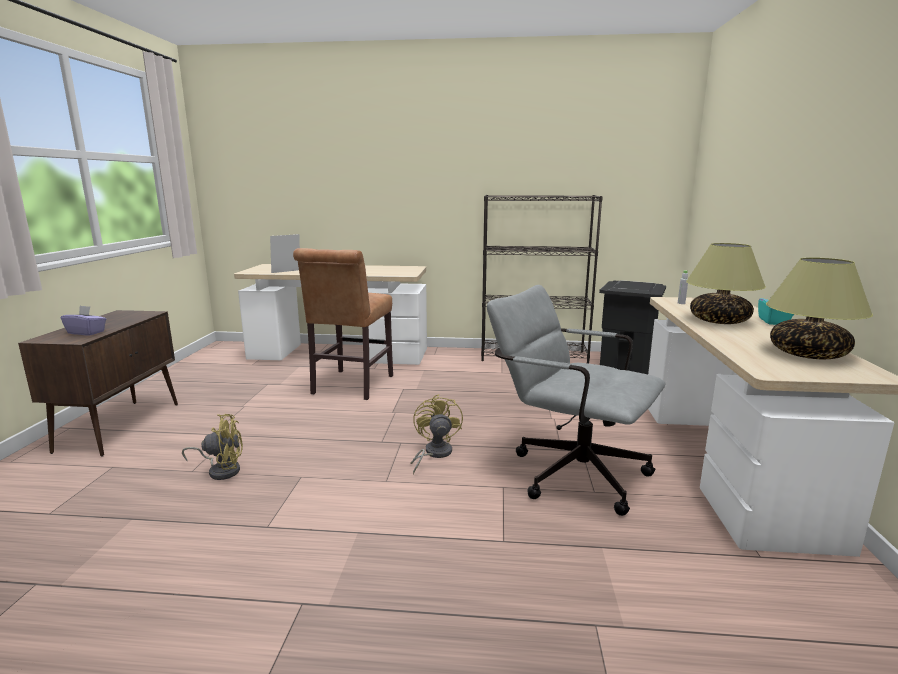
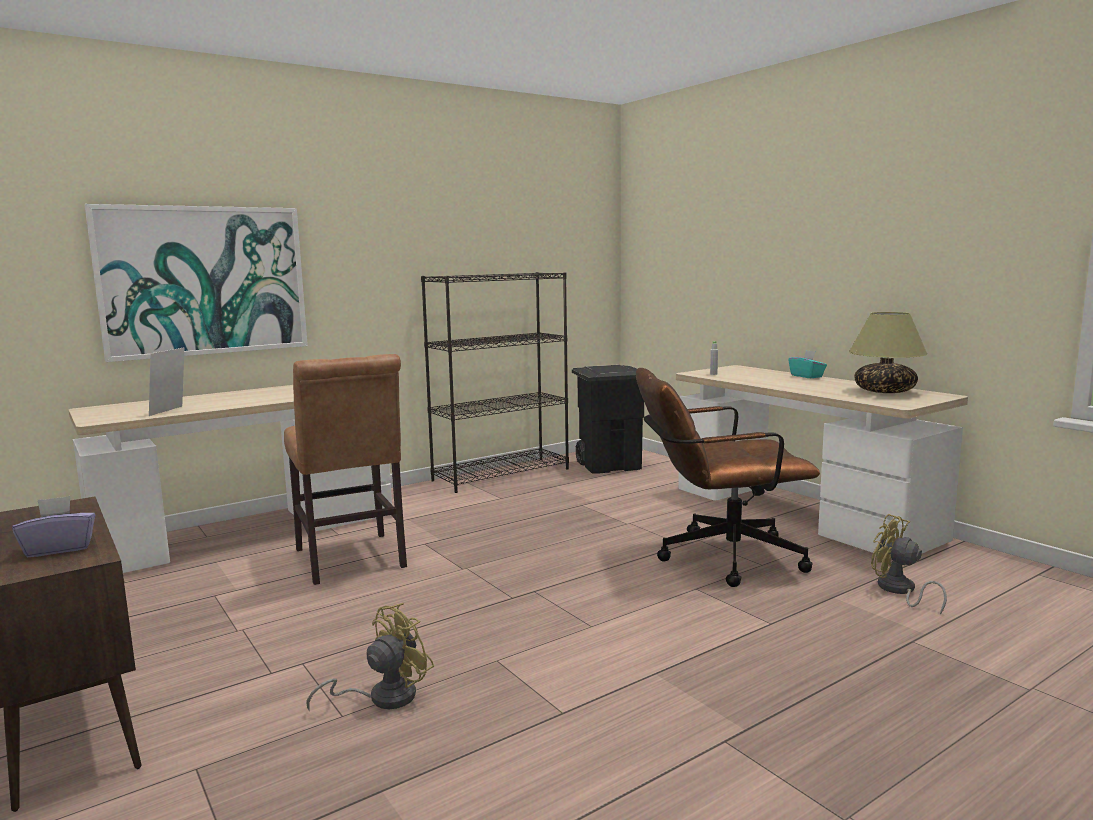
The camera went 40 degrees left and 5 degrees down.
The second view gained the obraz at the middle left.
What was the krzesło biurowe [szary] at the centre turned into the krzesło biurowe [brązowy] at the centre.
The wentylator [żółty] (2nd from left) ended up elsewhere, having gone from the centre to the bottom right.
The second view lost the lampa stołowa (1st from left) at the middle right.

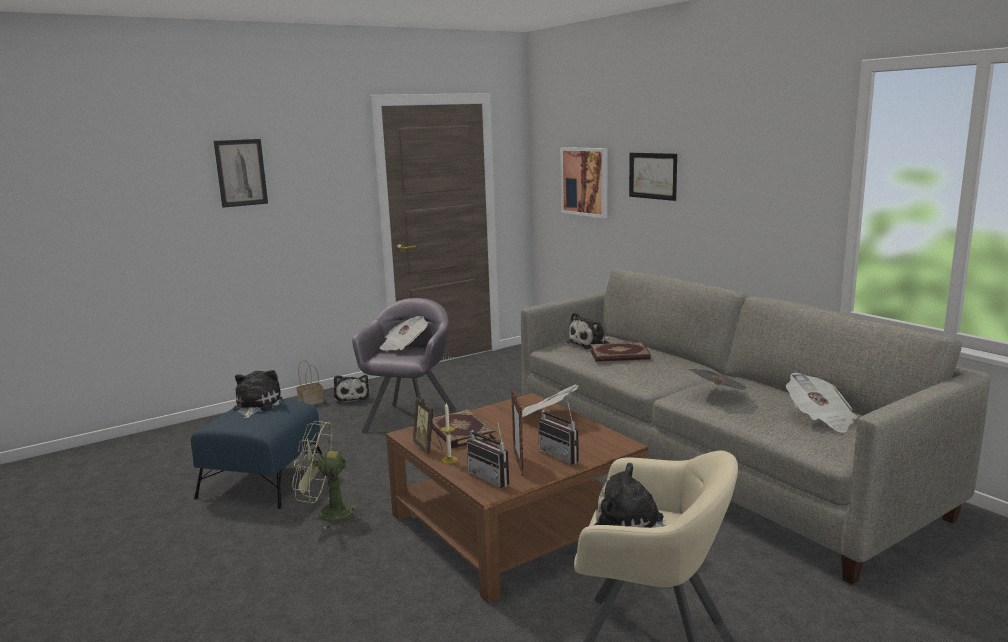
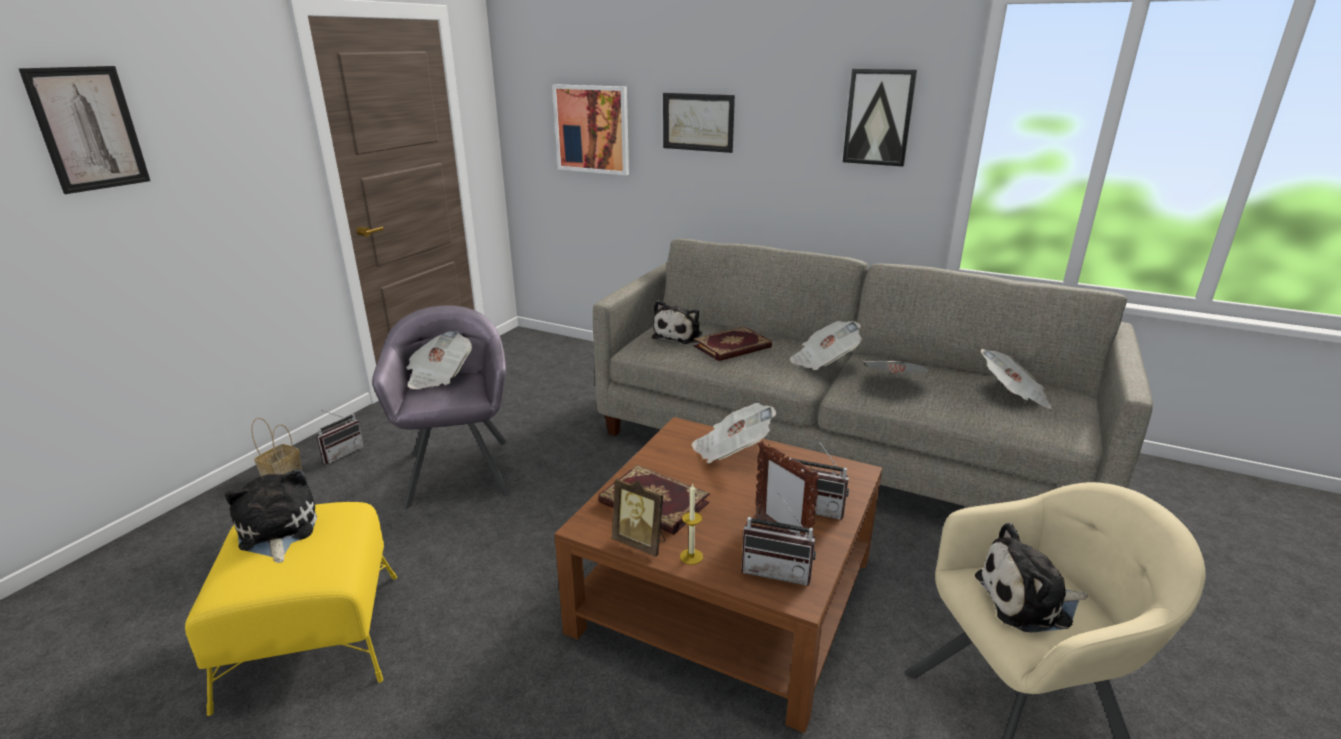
The camera went 30 degrees left and 10 degrees up.
What was the pufa [niebieski] at the bottom left turned into the pufa [żółty] at the bottom left.
Where the pluszak (2nd from left) stood at the centre, the radio (1st from left) came to stand at the middle left.
The second view gained the gazeta (3rd from left) at the centre.
The second view gained the obraz (4th from left) at the top centre.
The second view lost the wentylator [zielony] at the bottom left.

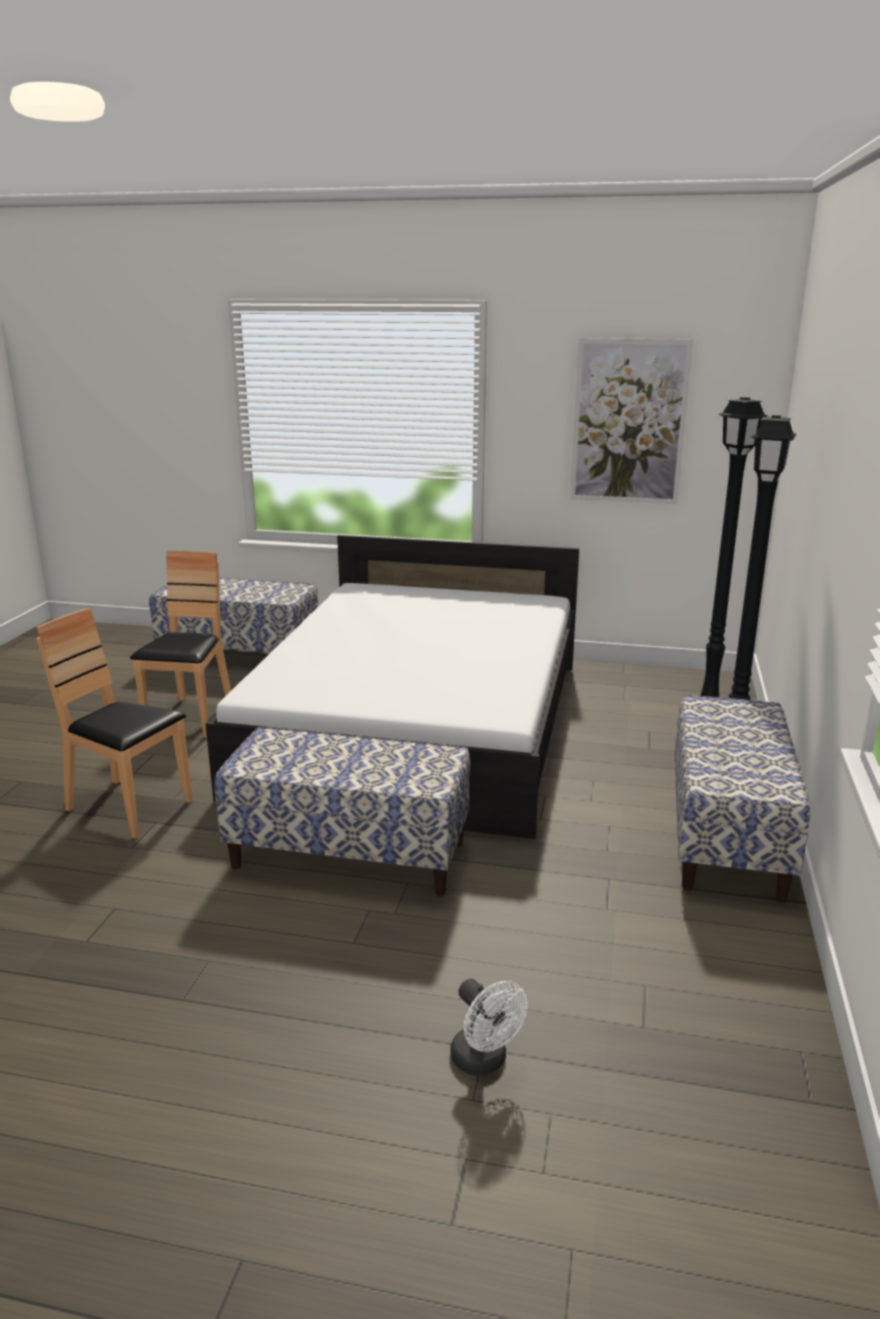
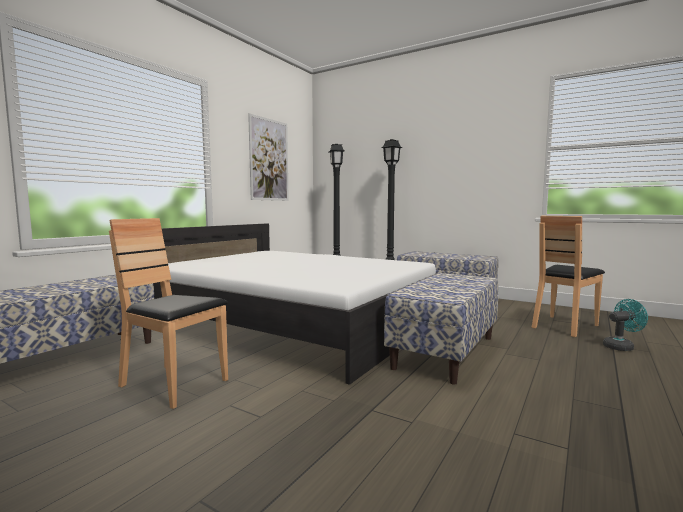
The camera went 70 degrees left and 15 degrees down.
The krzesło [brązowy] (1st from left in the first image) ended up elsewhere, having gone from the middle left to the middle right.
What was the wentylator [biały] at the bottom centre turned into the wentylator [turkusowy] at the middle right.

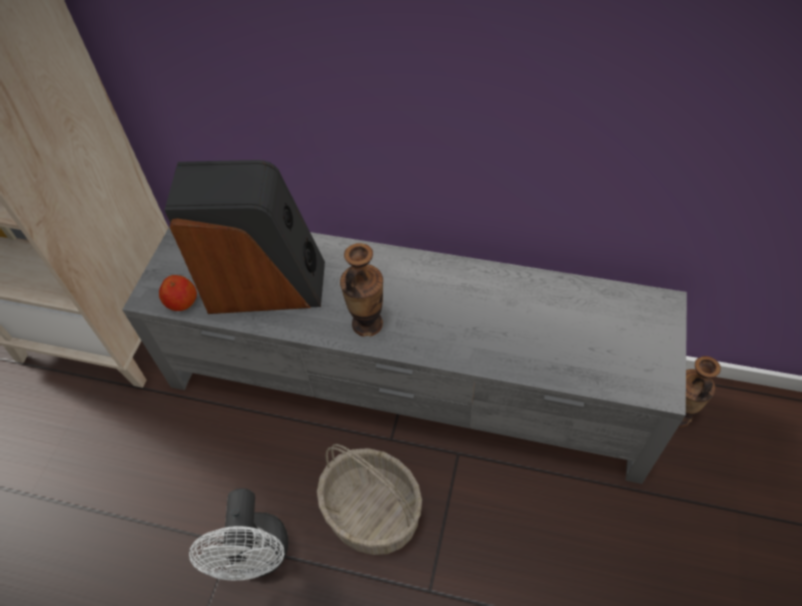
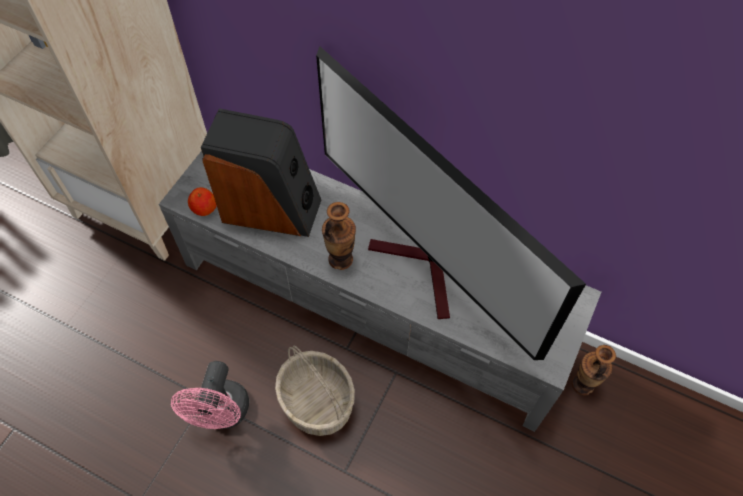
The camera went 10 degrees right and 5 degrees up.
What was the wentylator [biały] at the bottom left turned into the wentylator [różowy] at the bottom left.
The second view gained the telewizor at the centre.

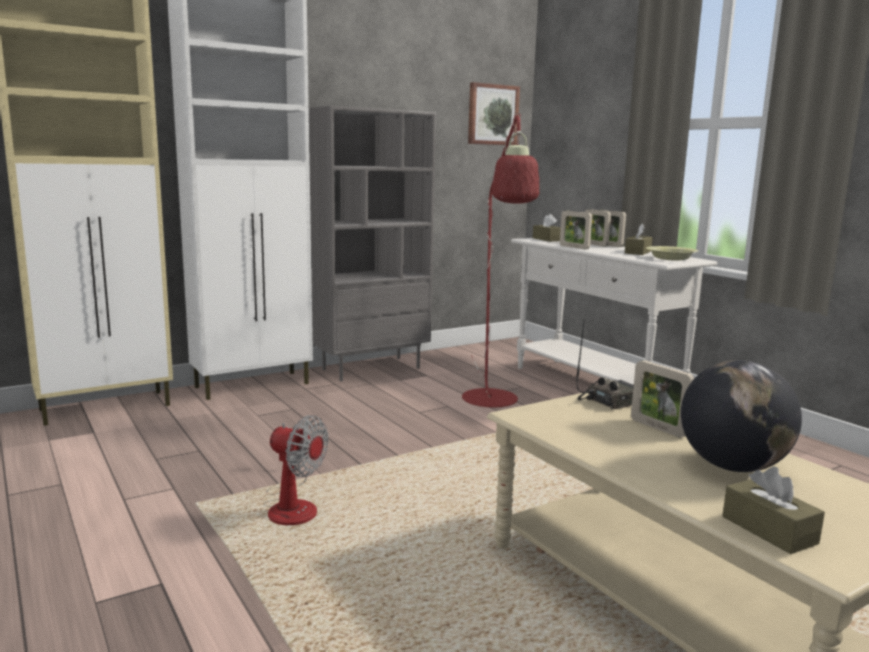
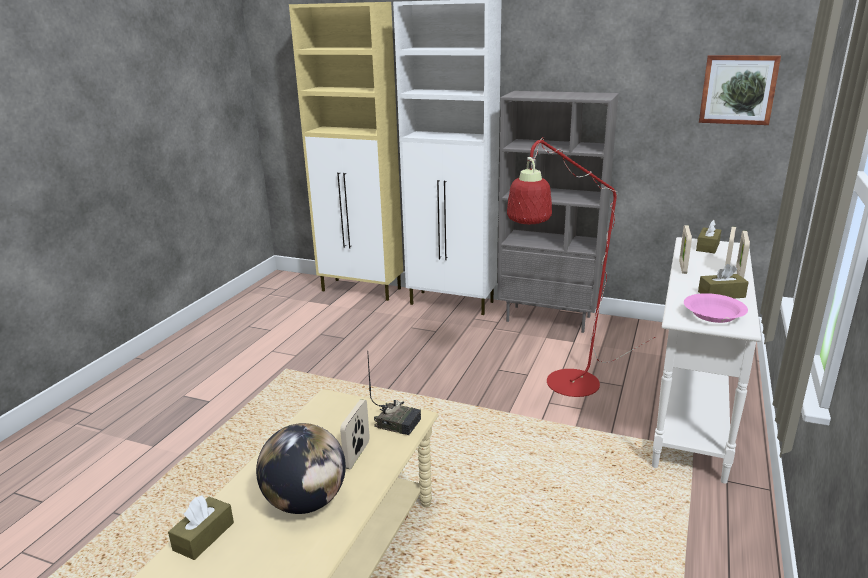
The camera went 55 degrees right and 10 degrees up.
What was the miska [żółty] at the middle right turned into the miska [różowy] at the middle right.
The second view lost the wentylator at the bottom centre.

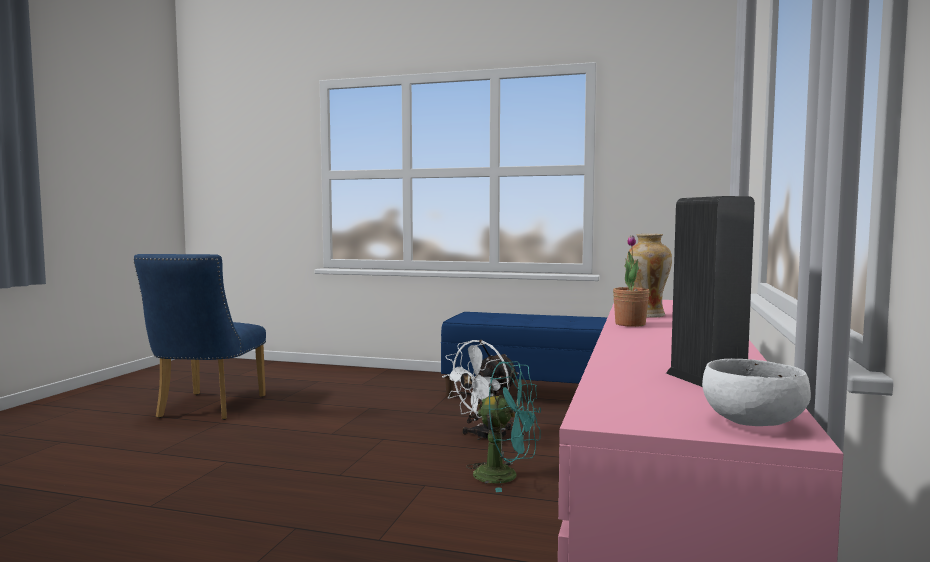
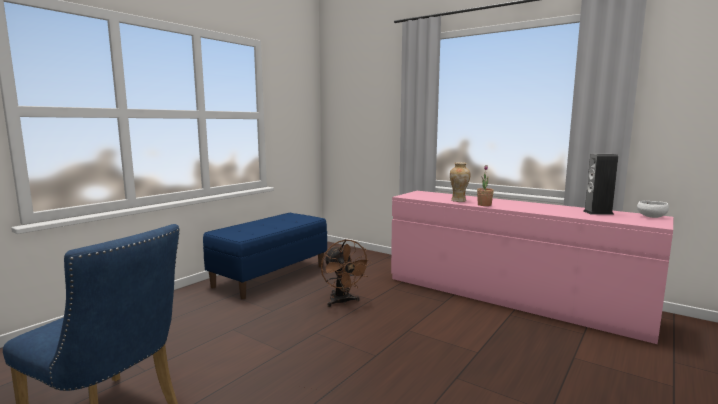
The camera went 70 degrees left and 5 degrees up.
What was the wentylator [biały] at the bottom centre turned into the wentylator [brązowy] at the bottom centre.
The second view lost the wentylator [turkusowy] at the bottom centre.

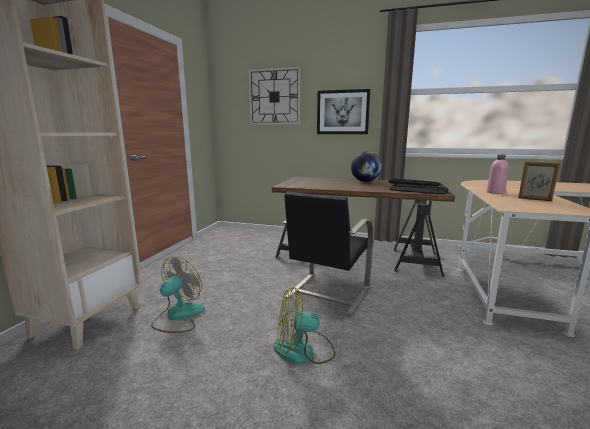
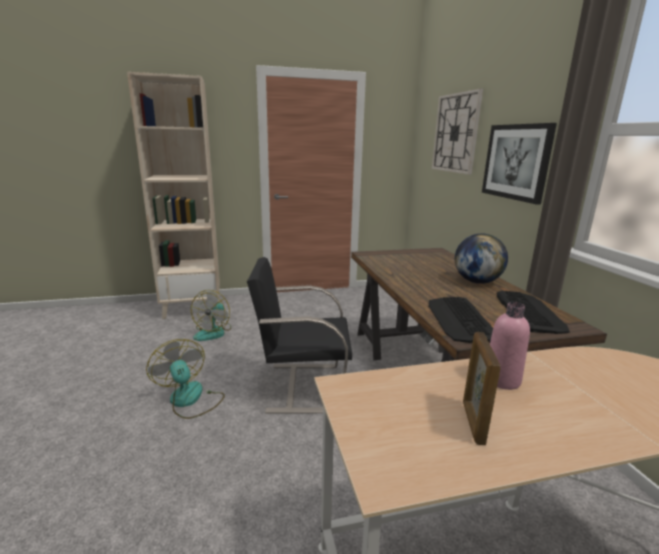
The camera went 60 degrees right and 5 degrees up.
The wentylator (1st from left in the first image) at the bottom left ended up facing another way, 105 degrees clockwise from before.

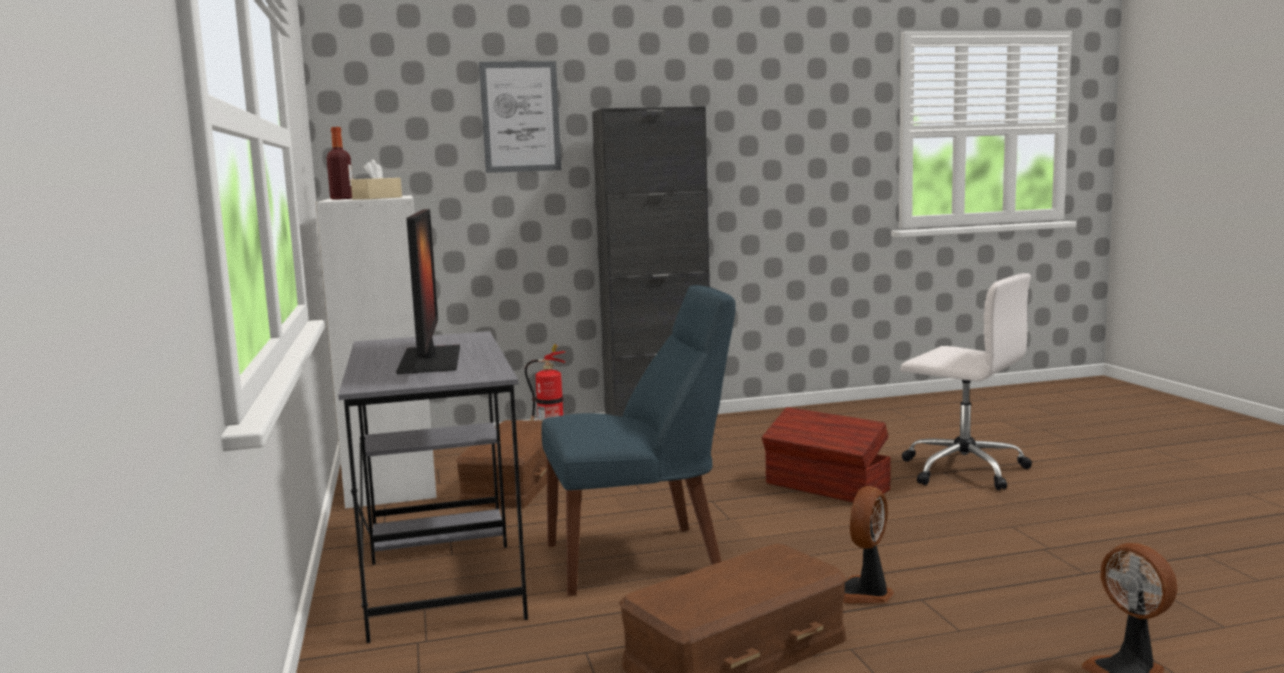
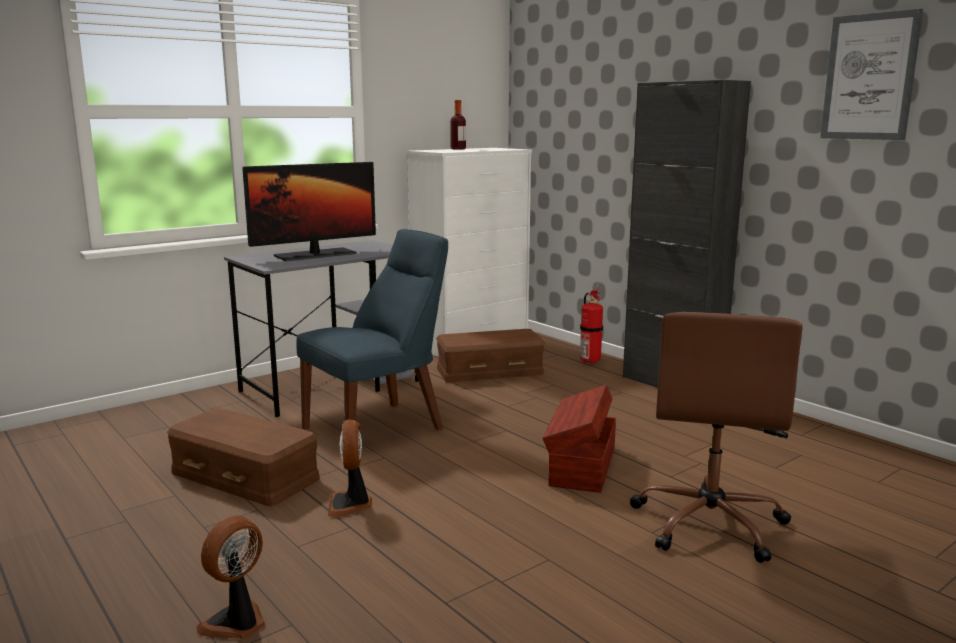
The camera went 65 degrees right and 5 degrees up.
The krzesło [niebieski] at the centre ended up facing another way, 90 degrees counterclockwise from before.
The wentylator (1st from left in the first image) at the bottom right ended up facing another way, 105 degrees counterclockwise from before.
What was the krzesło biurowe [biały] at the middle right turned into the krzesło biurowe [brązowy] at the bottom right.
The obraz ended up elsewhere, having gone from the top centre to the top right.
The second view lost the pudełko chusteczek [beżowy] at the top left.

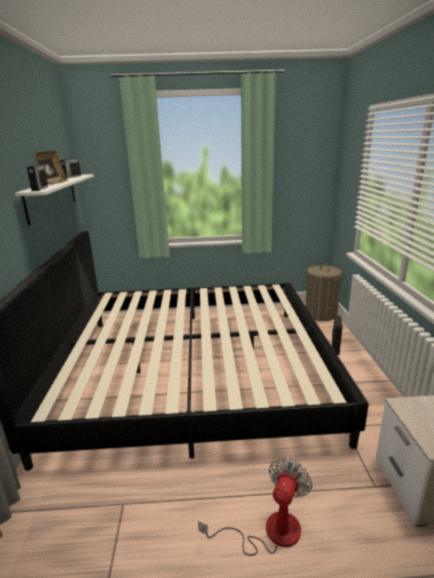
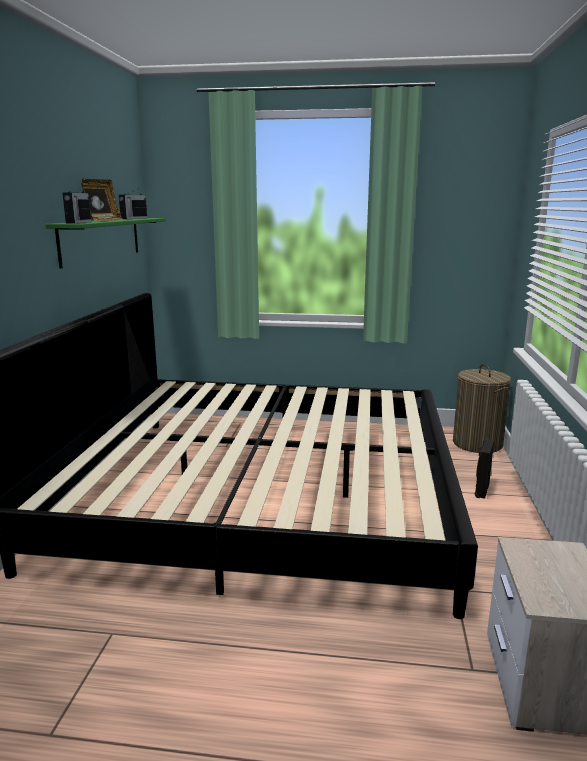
The camera went 10 degrees right and 5 degrees down.
What was the półka [biały] at the middle left turned into the półka [zielony] at the top left.
The second view lost the wentylator at the bottom centre.

